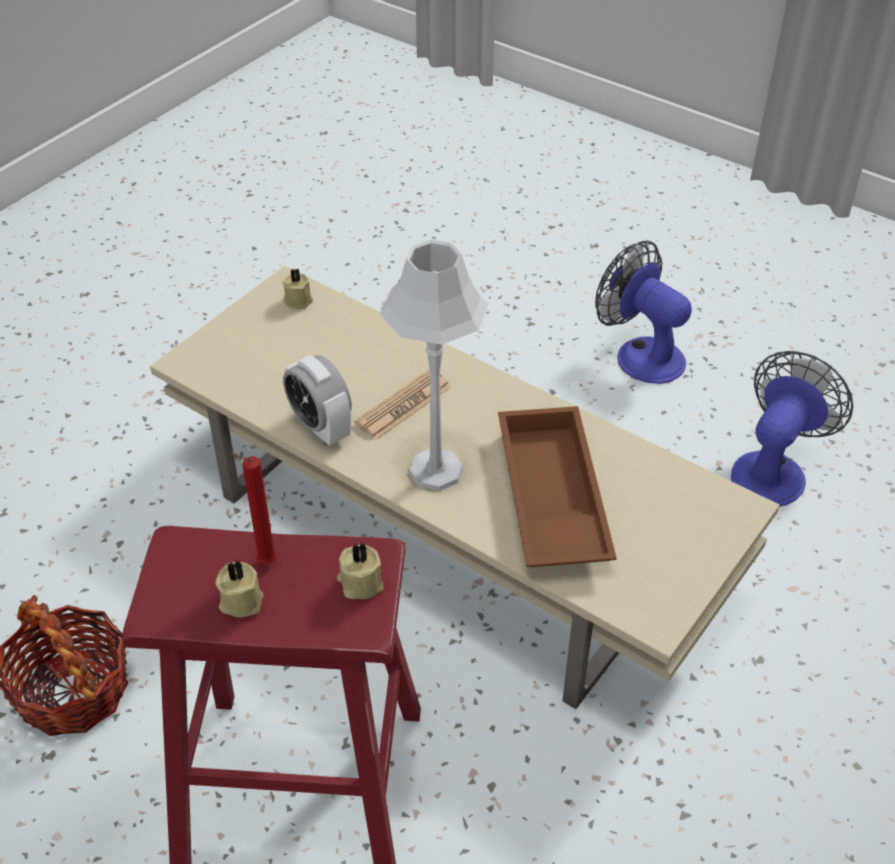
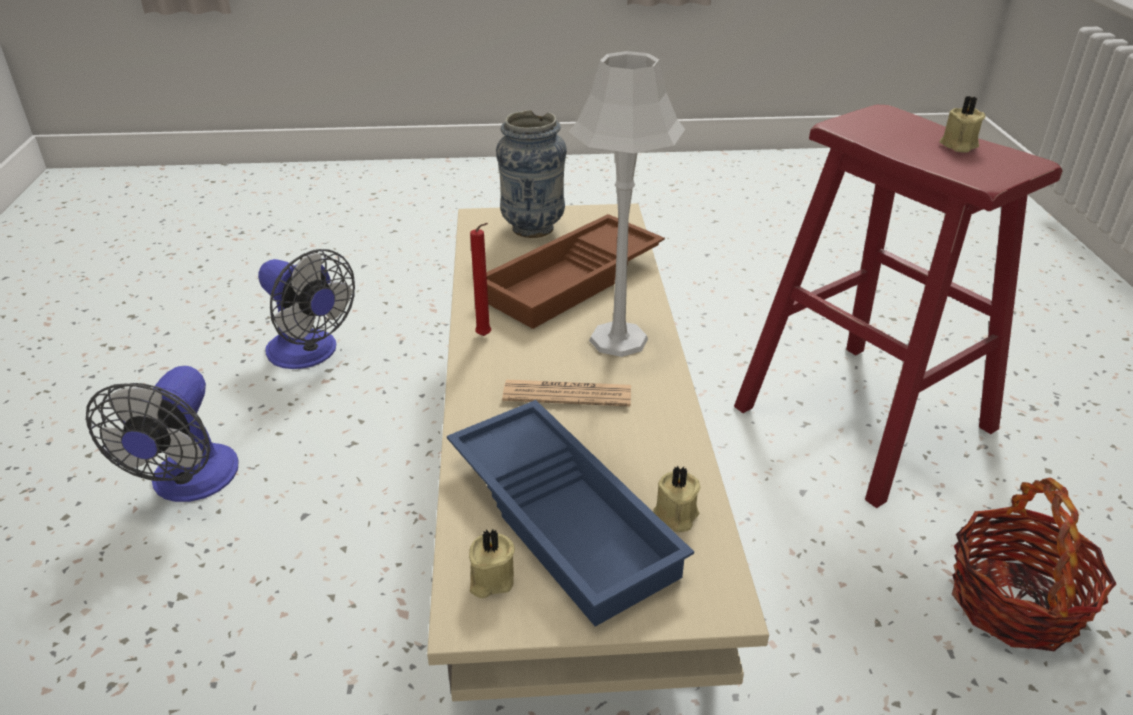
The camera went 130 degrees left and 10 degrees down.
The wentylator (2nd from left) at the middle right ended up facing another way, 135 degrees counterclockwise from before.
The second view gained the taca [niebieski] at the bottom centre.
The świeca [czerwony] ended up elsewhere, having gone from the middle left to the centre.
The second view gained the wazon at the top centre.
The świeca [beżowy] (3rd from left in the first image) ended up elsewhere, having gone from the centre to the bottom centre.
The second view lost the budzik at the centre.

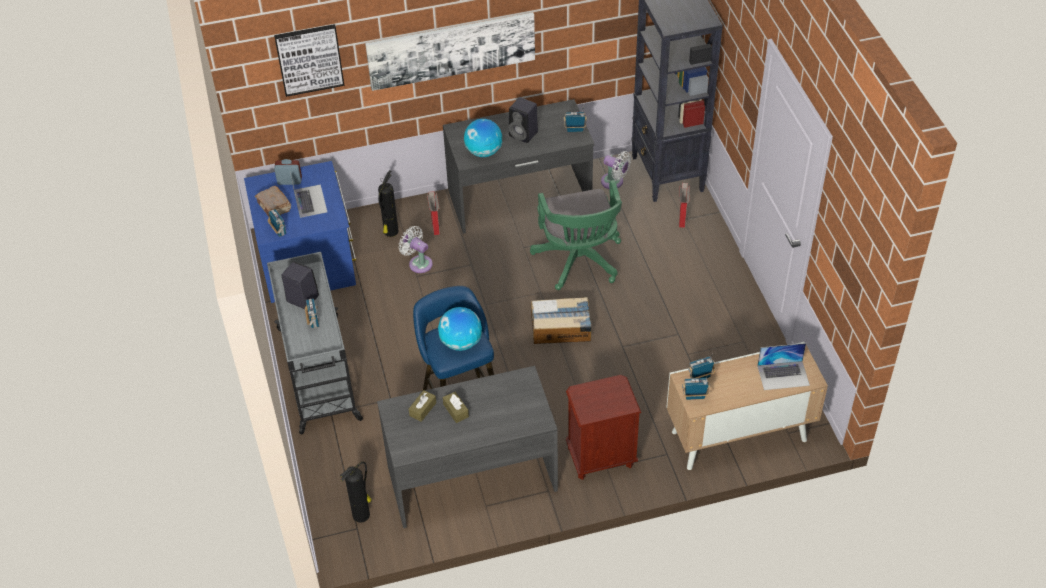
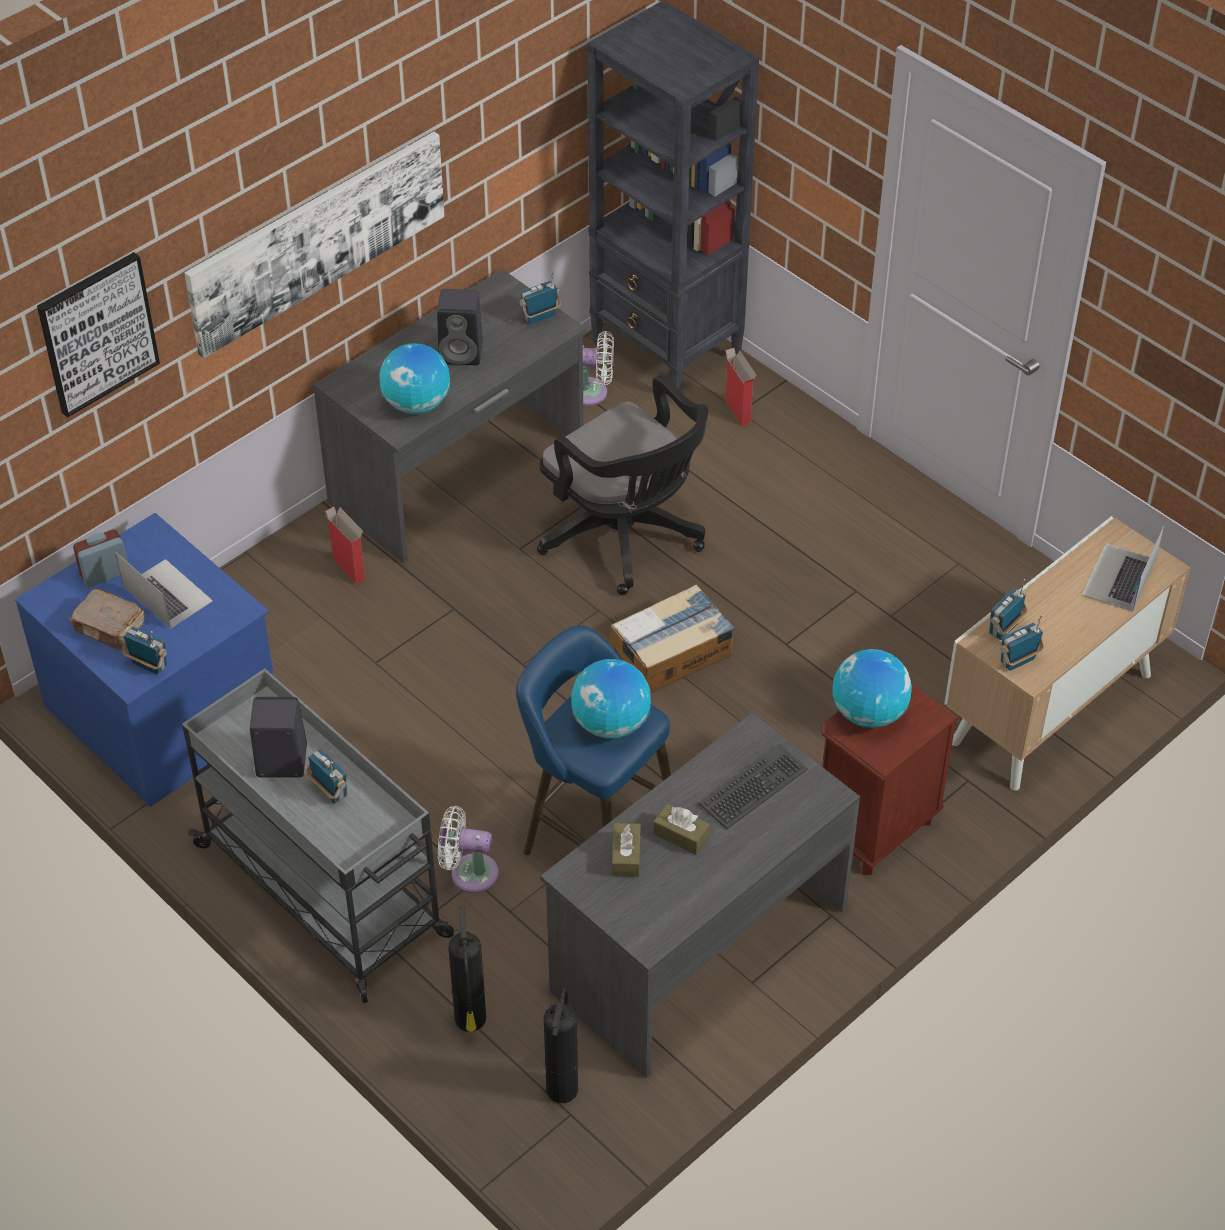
The camera went 30 degrees left and 0 degrees up.
The wentylator [biały] (1st from left) ended up elsewhere, having gone from the centre to the bottom centre.
The gaśnica (2nd from left in the first image) ended up elsewhere, having gone from the centre to the bottom centre.
What was the krzesło biurowe [zielony] at the centre turned into the krzesło biurowe [czarny] at the centre.
The second view gained the klawiatura at the centre.
The second view gained the globus (3rd from left) at the middle right.
The laptop (2nd from left) at the middle right ended up facing another way, 150 degrees clockwise from before.

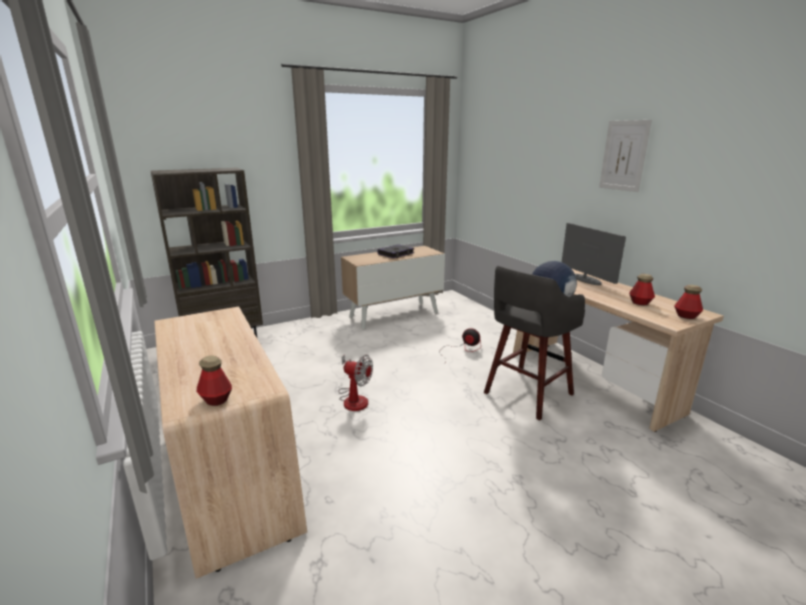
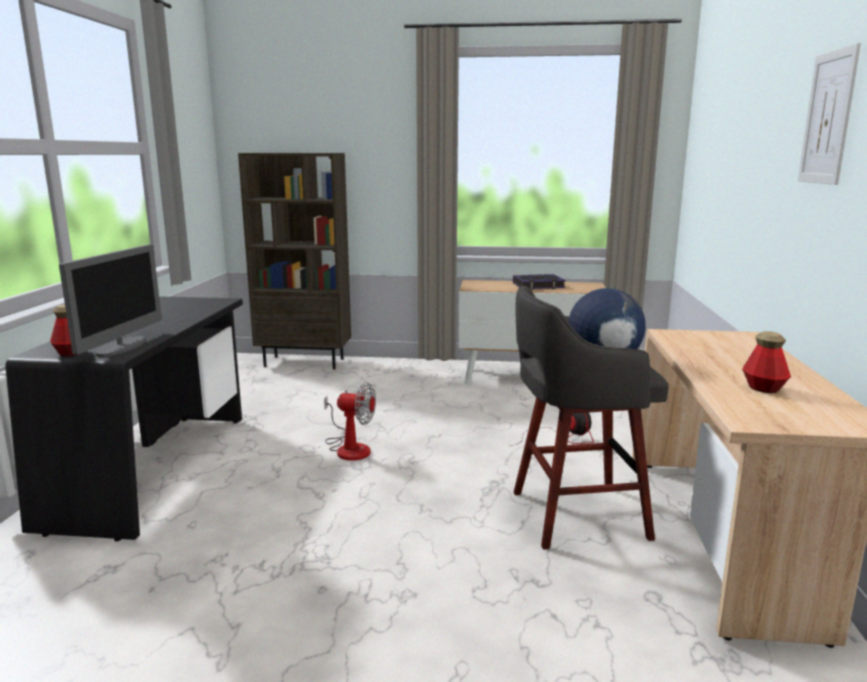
The camera went 35 degrees right and 5 degrees down.
What was the biurko [beżowy] (1st from left) at the bottom left turned into the biurko [czarny] at the middle left.
The monitor ended up elsewhere, having gone from the middle right to the middle left.
The wentylator (1st from left) at the centre ended up facing another way, 45 degrees counterclockwise from before.
The second view lost the butelka (3rd from left) at the middle right.

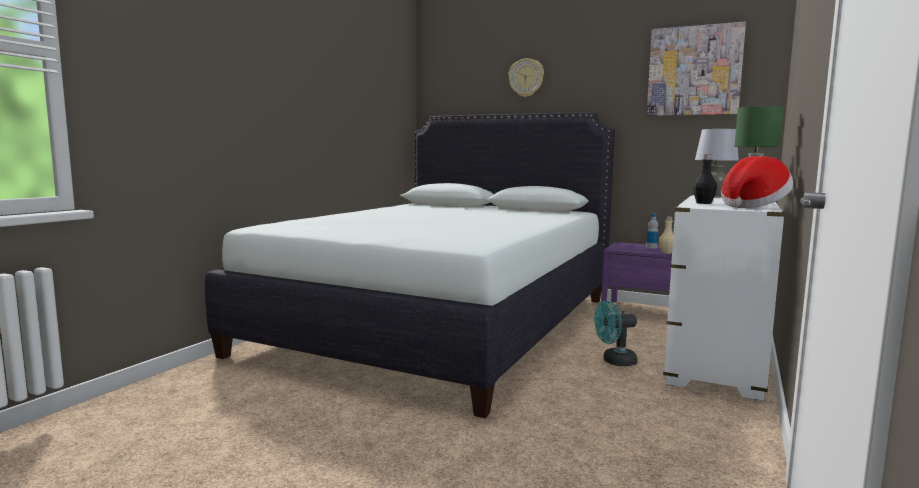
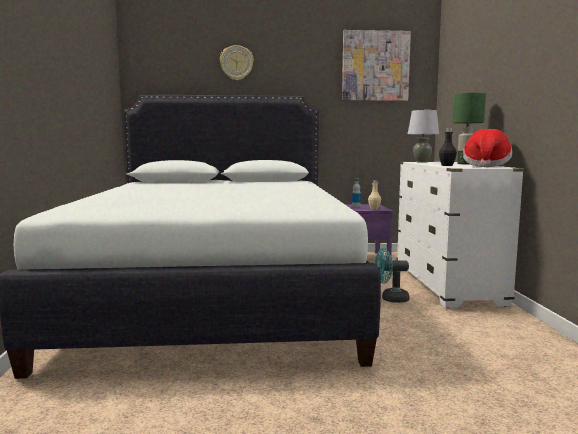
The camera went 30 degrees left and 0 degrees up.
The wentylator [turkusowy] at the bottom right ended up facing another way, 45 degrees clockwise from before.

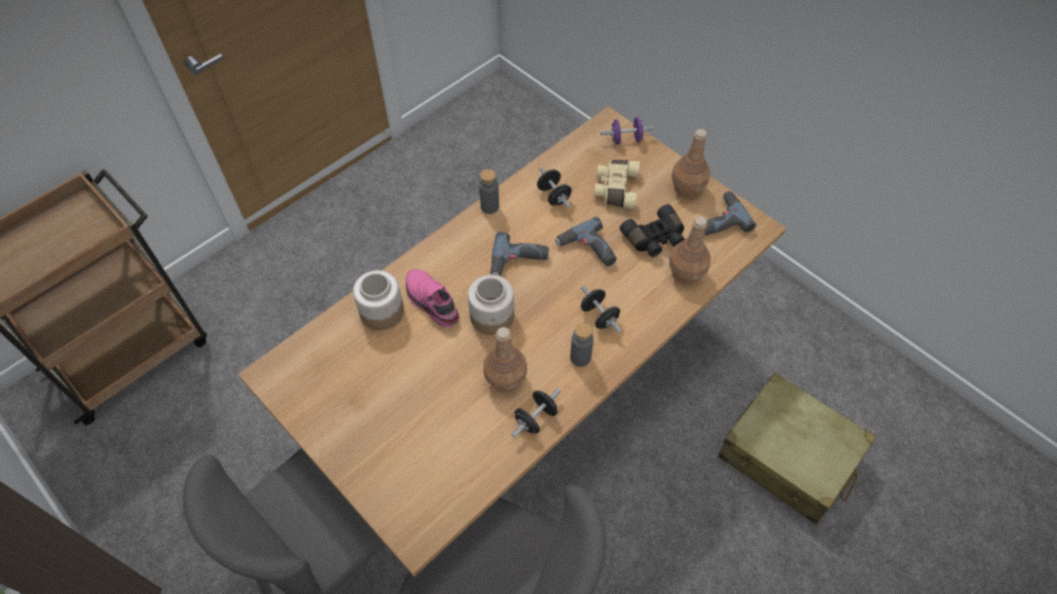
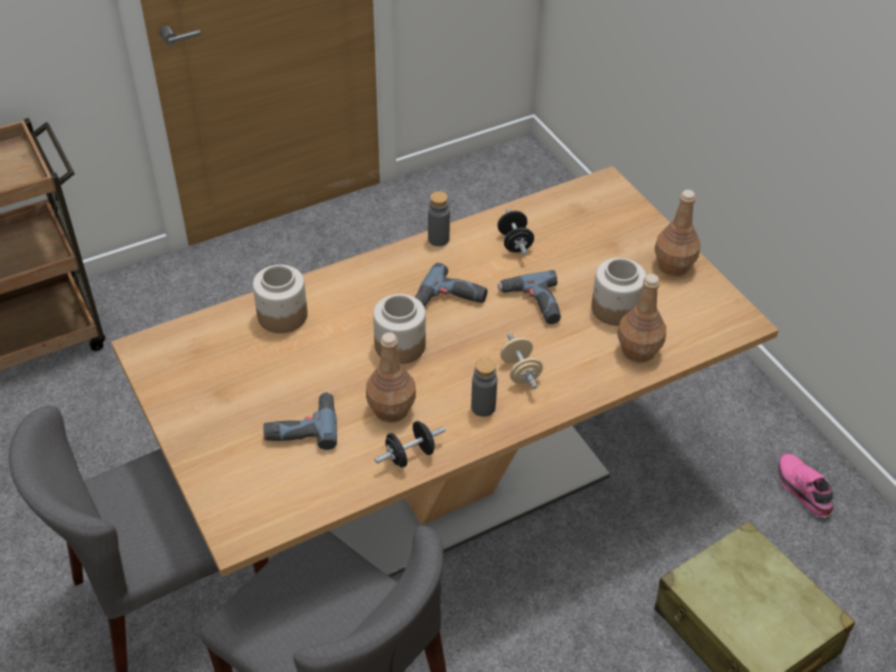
The camera went 15 degrees right and 10 degrees down.
The wiertarka (3rd from left in the first image) ended up elsewhere, having gone from the middle right to the centre.
What was the hantel [czarny] (3rd from left) at the centre turned into the hantel [beżowy] at the centre.
Where the lornetka [czarny] stood at the centre, the słoik (3rd from left) came to stand at the middle right.
The but [różowy] ended up elsewhere, having gone from the centre to the bottom right.
The second view lost the lornetka [beżowy] at the top centre.
The second view lost the hantel [fioletowy] at the top centre.

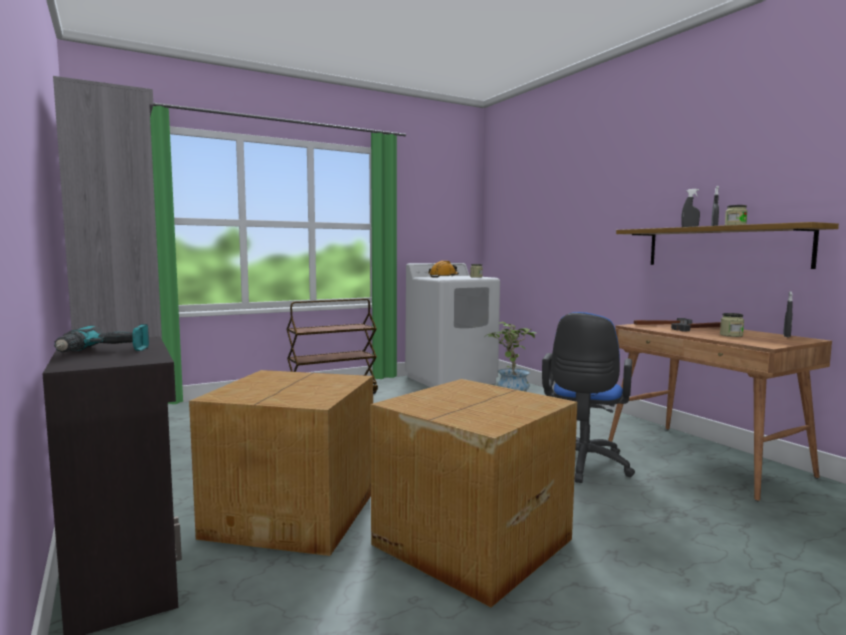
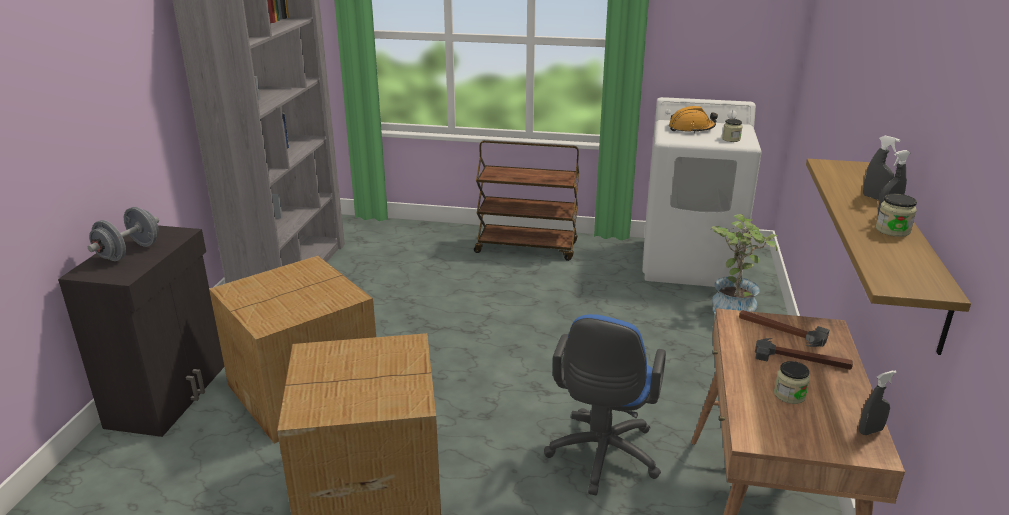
The camera went 40 degrees right and 20 degrees up.
Where the wiertarka stood at the middle left, the hantel [szary] came to stand at the middle left.
The krzesło biurowe [niebieski] at the middle right ended up facing another way, 45 degrees counterclockwise from before.

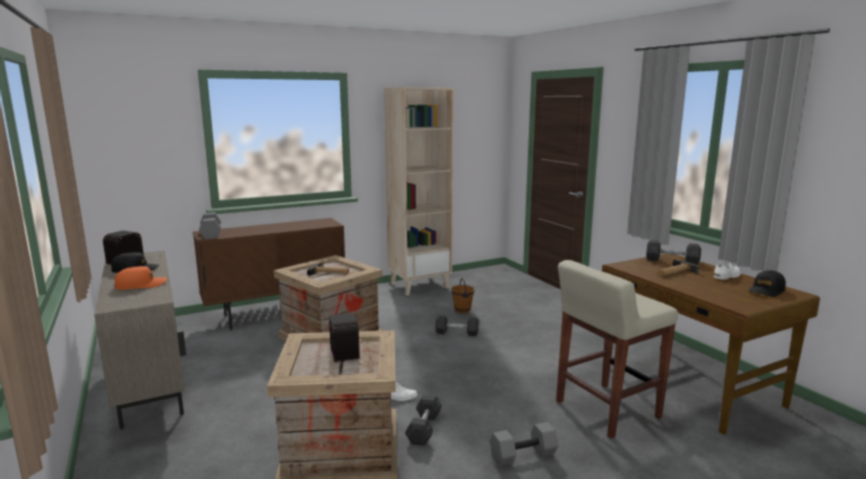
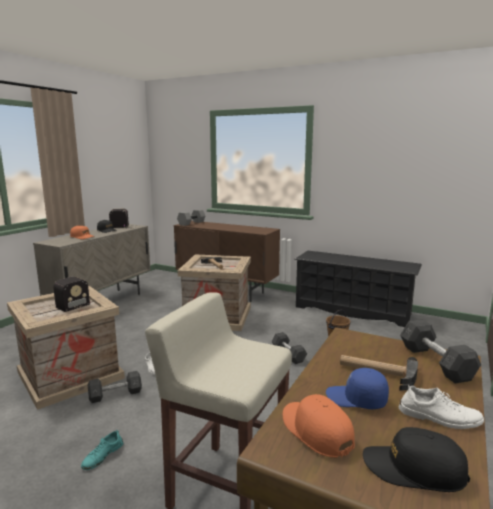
The camera went 55 degrees right and 0 degrees up.
Where the hantel [szary] (4th from left) stood at the bottom centre, the but [turkusowy] came to stand at the bottom left.
The second view gained the czapka z daszkiem [pomarańczowy] (2nd from left) at the bottom centre.
Where the regał [beżowy] stood at the centre, the regał na buty [czarny] came to stand at the middle right.
The second view gained the czapka z daszkiem [niebieski] at the bottom right.

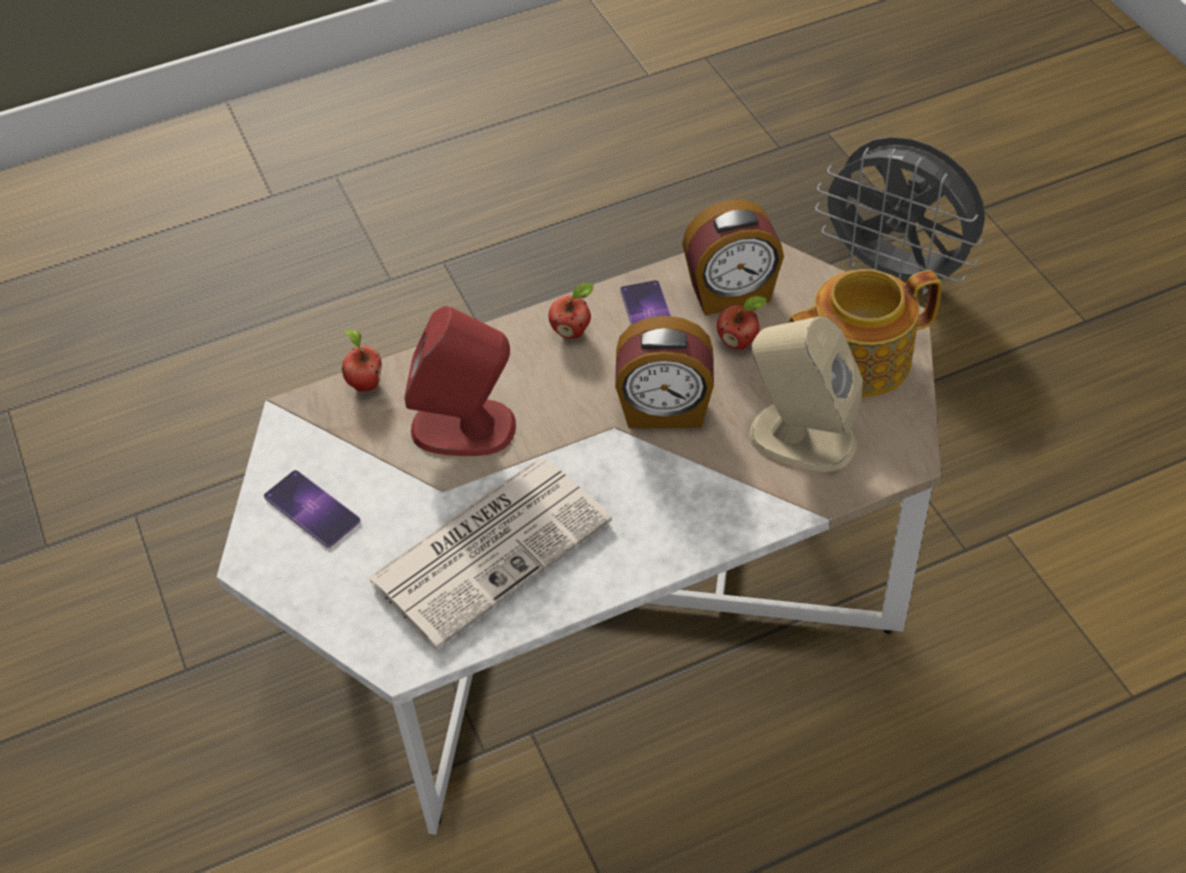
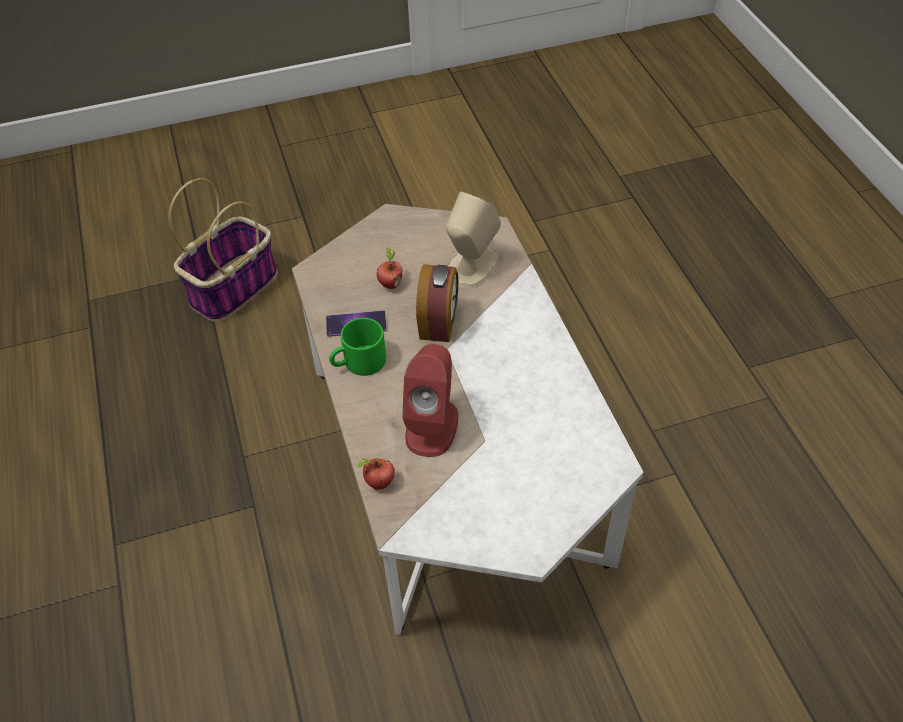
The camera went 85 degrees left and 0 degrees up.
Where the wentylator [szary] stood at the top right, the koszyk came to stand at the middle left.
Where the jabłko (2nd from left) stood at the centre, the kubek [zielony] came to stand at the centre.
The second view lost the telefon (1st from left) at the middle left.
The second view lost the gazeta at the centre.
The second view lost the budzik (2nd from left) at the top centre.
The second view lost the imbryk at the middle right.

